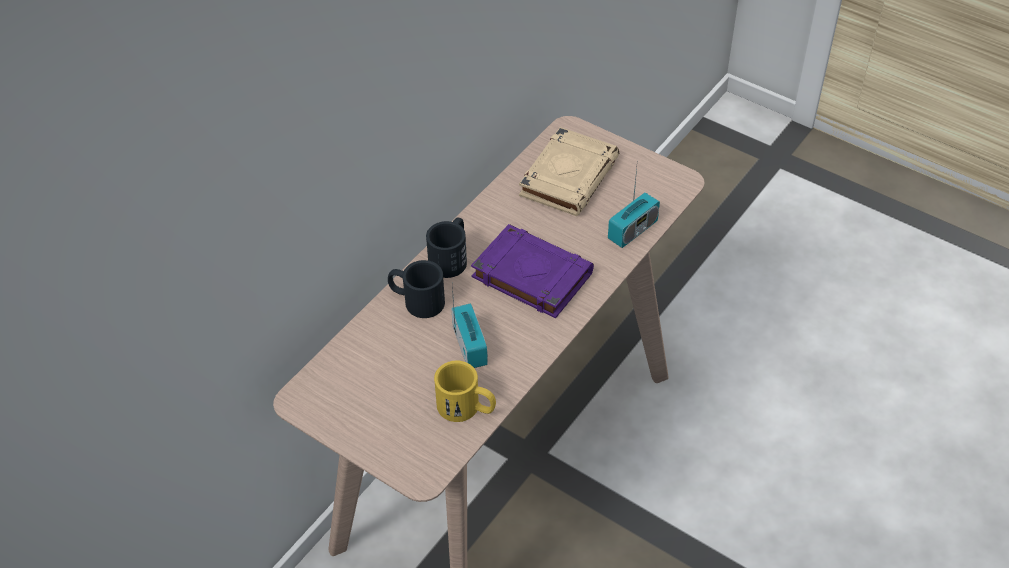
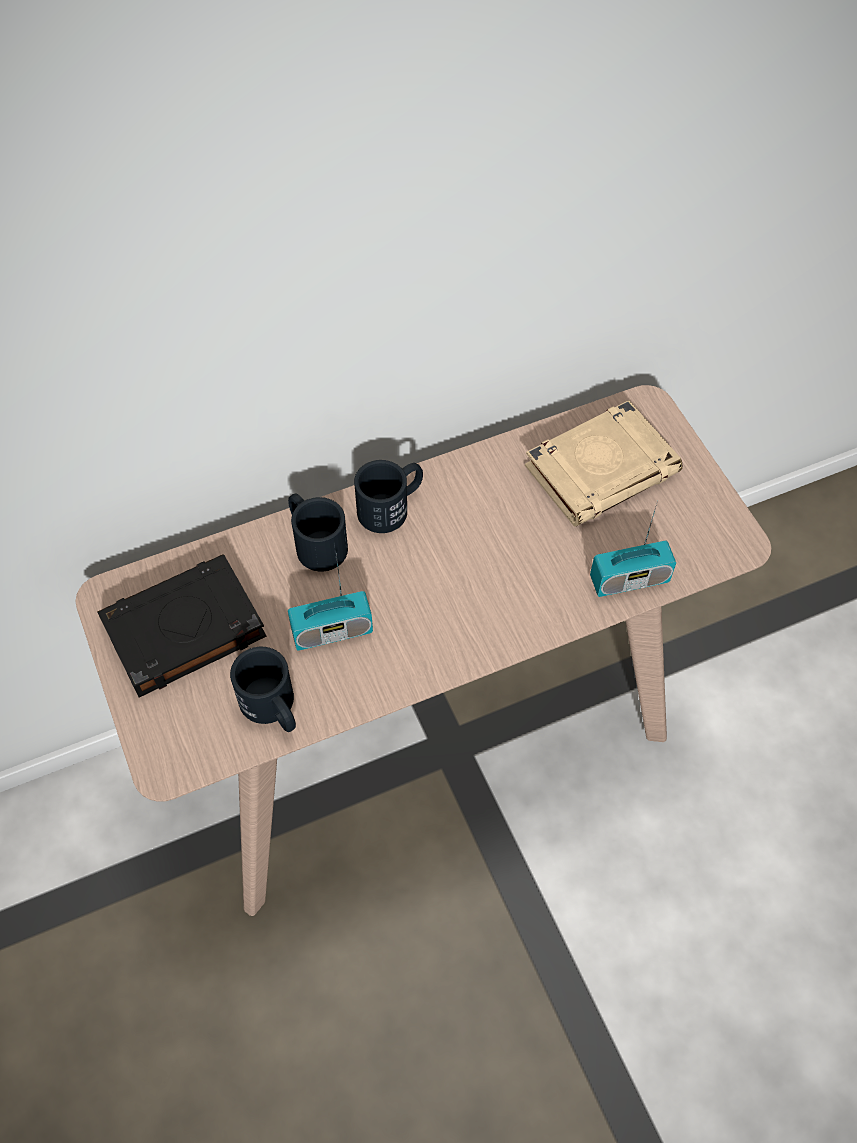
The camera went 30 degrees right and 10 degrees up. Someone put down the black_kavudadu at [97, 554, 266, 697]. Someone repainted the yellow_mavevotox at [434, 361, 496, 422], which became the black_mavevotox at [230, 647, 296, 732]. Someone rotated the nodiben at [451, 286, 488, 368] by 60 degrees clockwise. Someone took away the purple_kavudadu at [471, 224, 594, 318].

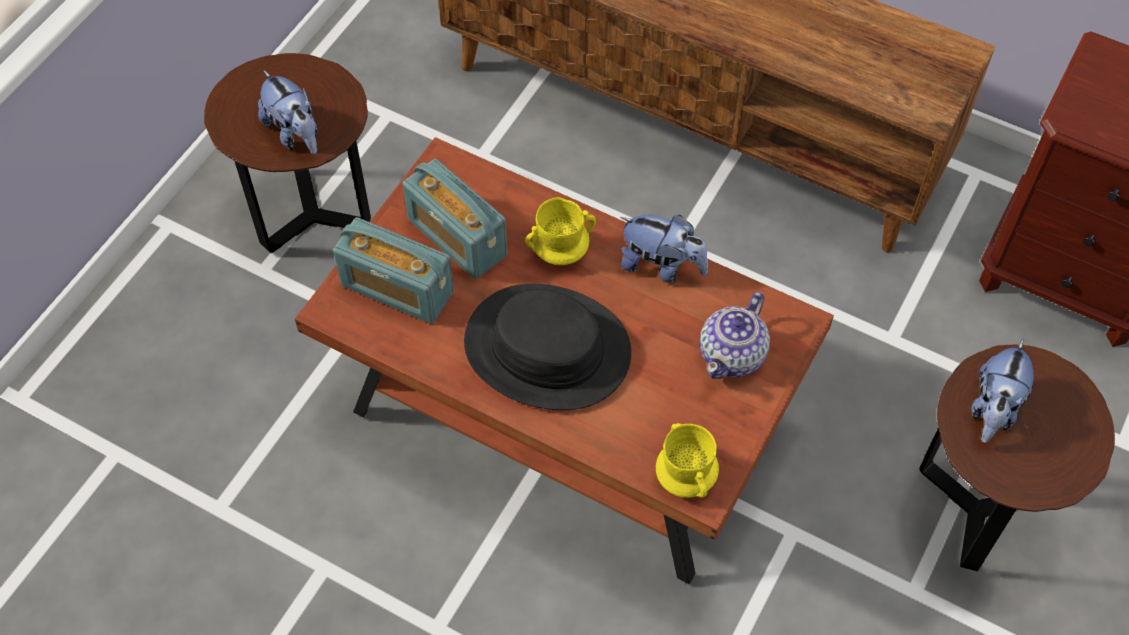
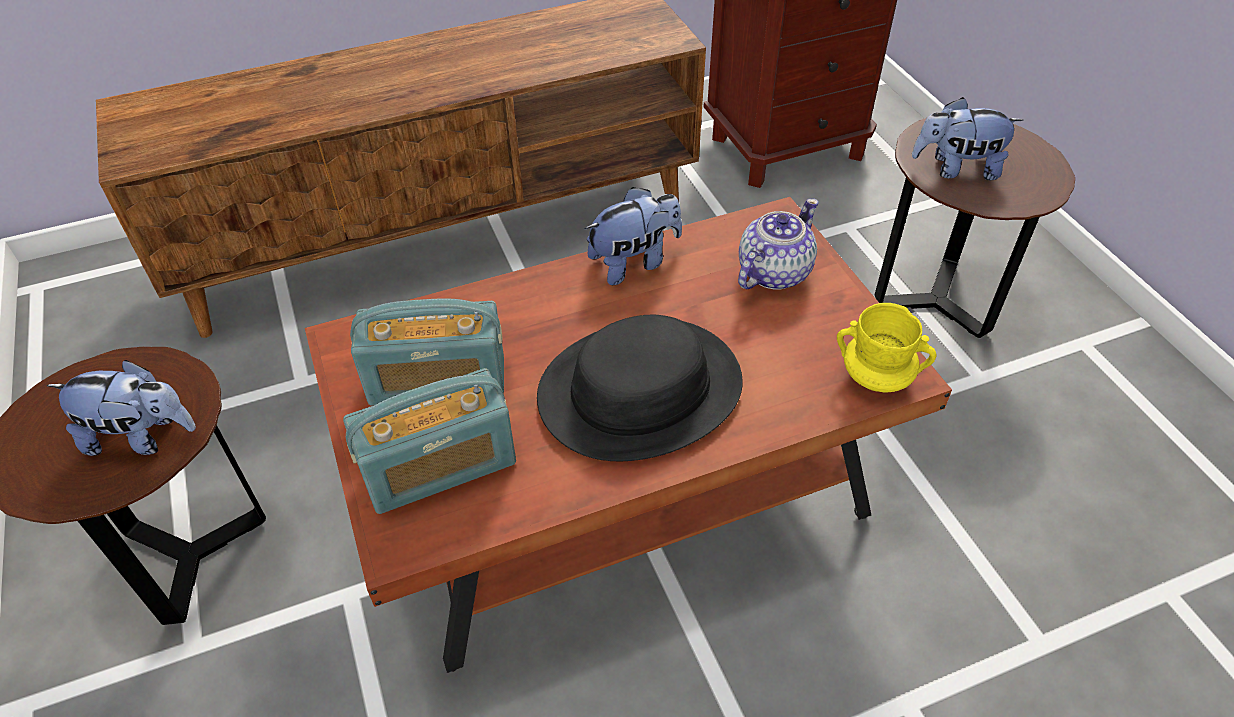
The camera went 50 degrees left and 10 degrees down. Someone rotated the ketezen at [700, 292, 770, 379] by 120 degrees counterclockwise. Someone rotated the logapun at [971, 339, 1034, 443] by 120 degrees clockwise. Someone took away the yellow_mavevotox at [525, 197, 596, 265].

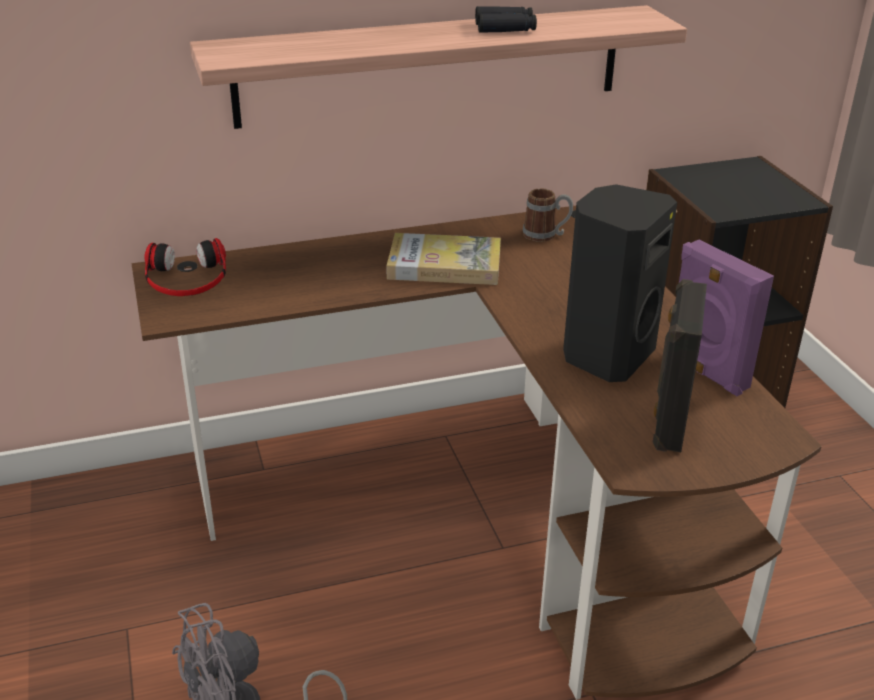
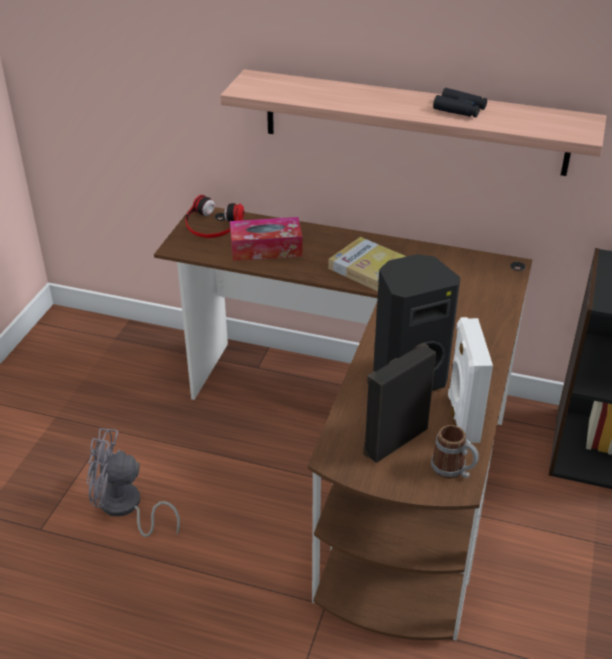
The camera went 35 degrees right and 5 degrees up. Someone put down the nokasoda at [230, 217, 303, 261]. Someone carried the mavevotox from [523, 188, 573, 242] to [431, 425, 479, 479]. Someone repainted the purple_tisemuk at [679, 240, 774, 396], which became the white_tisemuk at [448, 317, 493, 443].

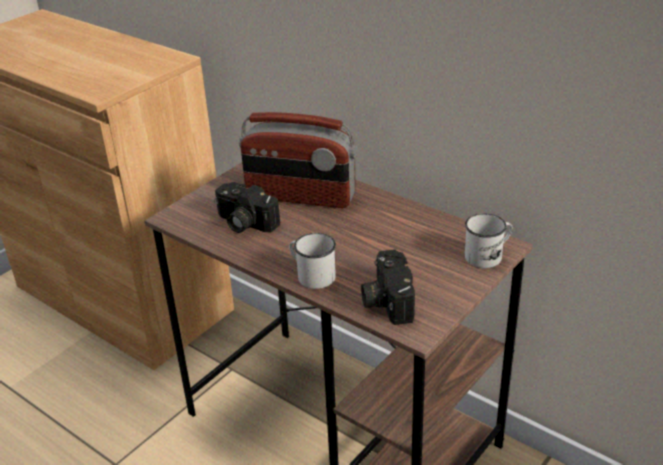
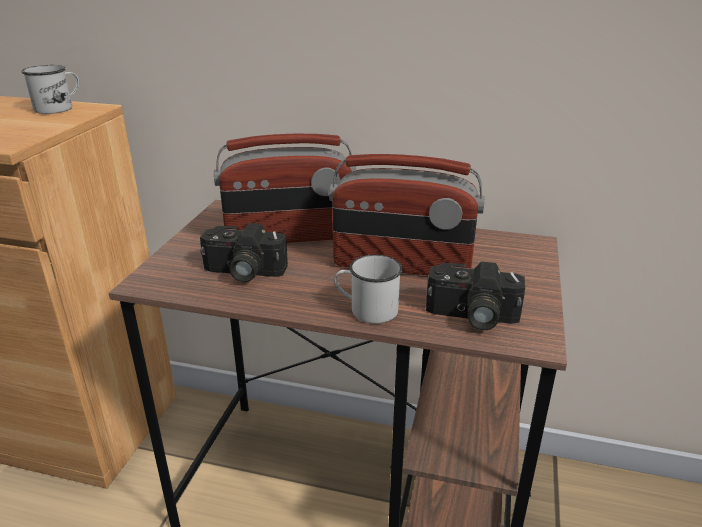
The camera went 25 degrees left and 5 degrees down. Someone carried the white_mavevotox from [465, 213, 513, 268] to [21, 65, 79, 114]. Someone put down the nodiben at [329, 154, 485, 275]. Someone rotated the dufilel at [361, 249, 415, 325] by 45 degrees counterclockwise.

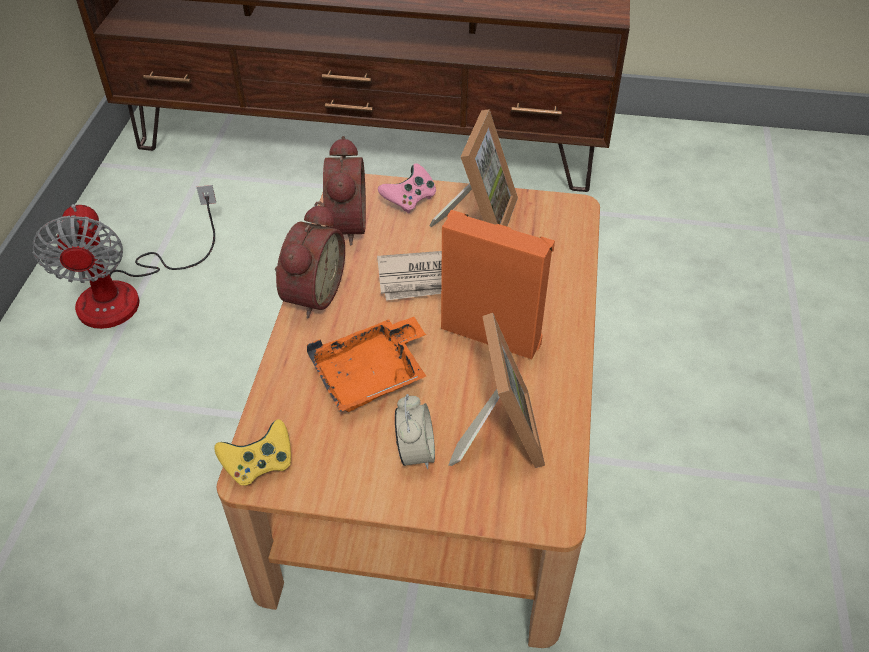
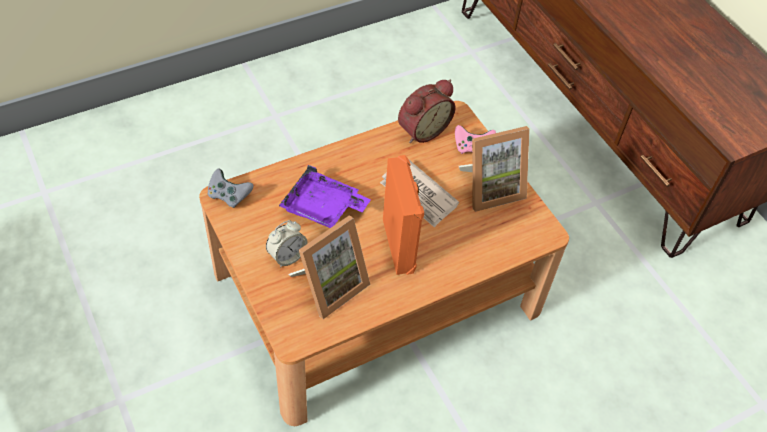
The camera went 50 degrees right and 5 degrees up. Someone repainted the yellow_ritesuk at [214, 419, 291, 486], which became the grey_ritesuk at [208, 169, 254, 208]. Someone repainted the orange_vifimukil at [307, 317, 426, 412], which became the purple_vifimukil at [279, 165, 371, 228]. Someone took away the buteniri at [33, 185, 216, 329]. Someone took away the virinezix at [275, 203, 345, 319].

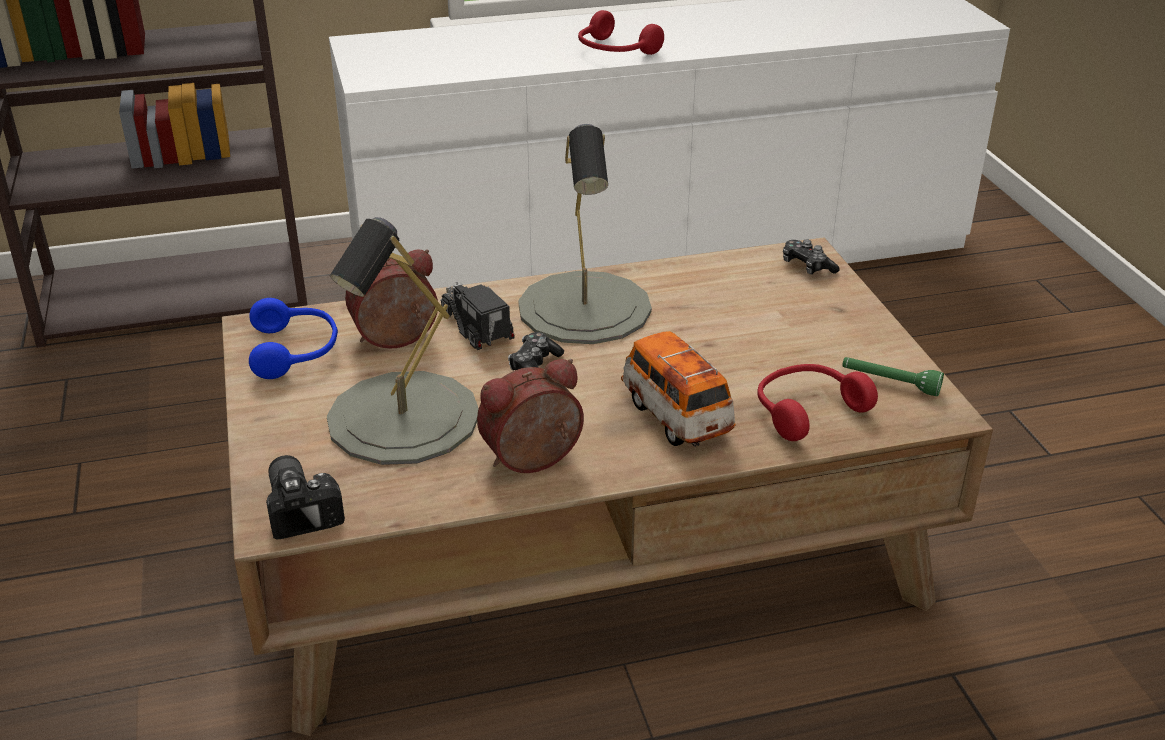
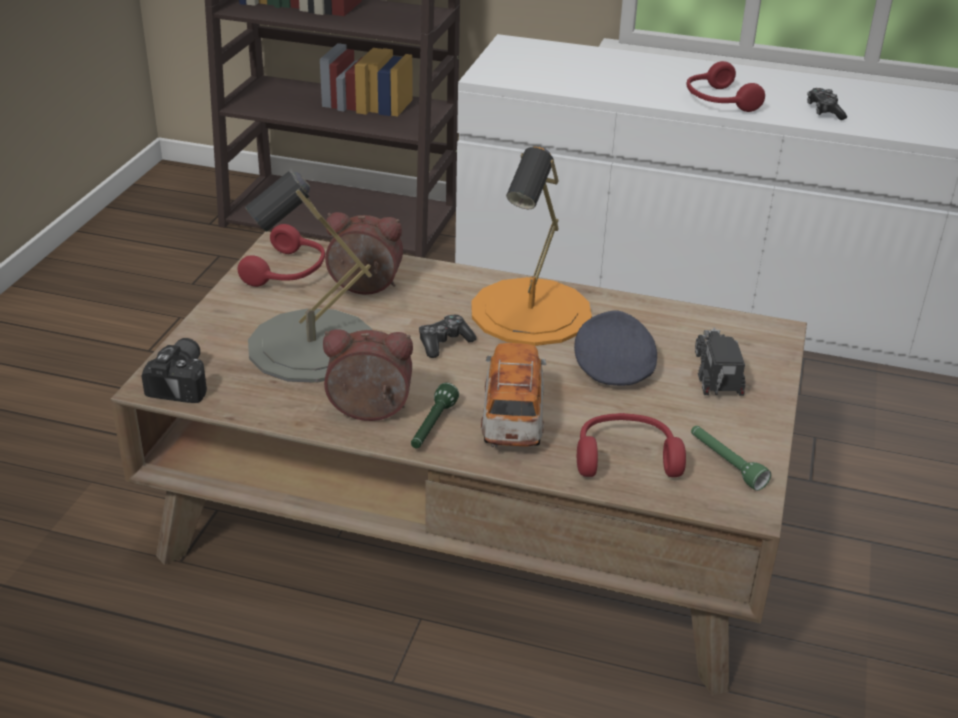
The camera went 30 degrees right and 0 degrees up. Someone repainted the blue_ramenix at [249, 298, 338, 379], which became the red_ramenix at [238, 224, 325, 287]. Someone put down the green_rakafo at [411, 383, 459, 448]. Someone repainted the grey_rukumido at [518, 124, 652, 344], which became the orange_rukumido at [471, 146, 592, 346]. Someone put down the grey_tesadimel at [574, 310, 657, 386]. Someone carried the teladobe from [440, 282, 514, 350] to [695, 328, 746, 396]. Someone carried the ritesuk from [783, 239, 840, 275] to [807, 88, 847, 120].

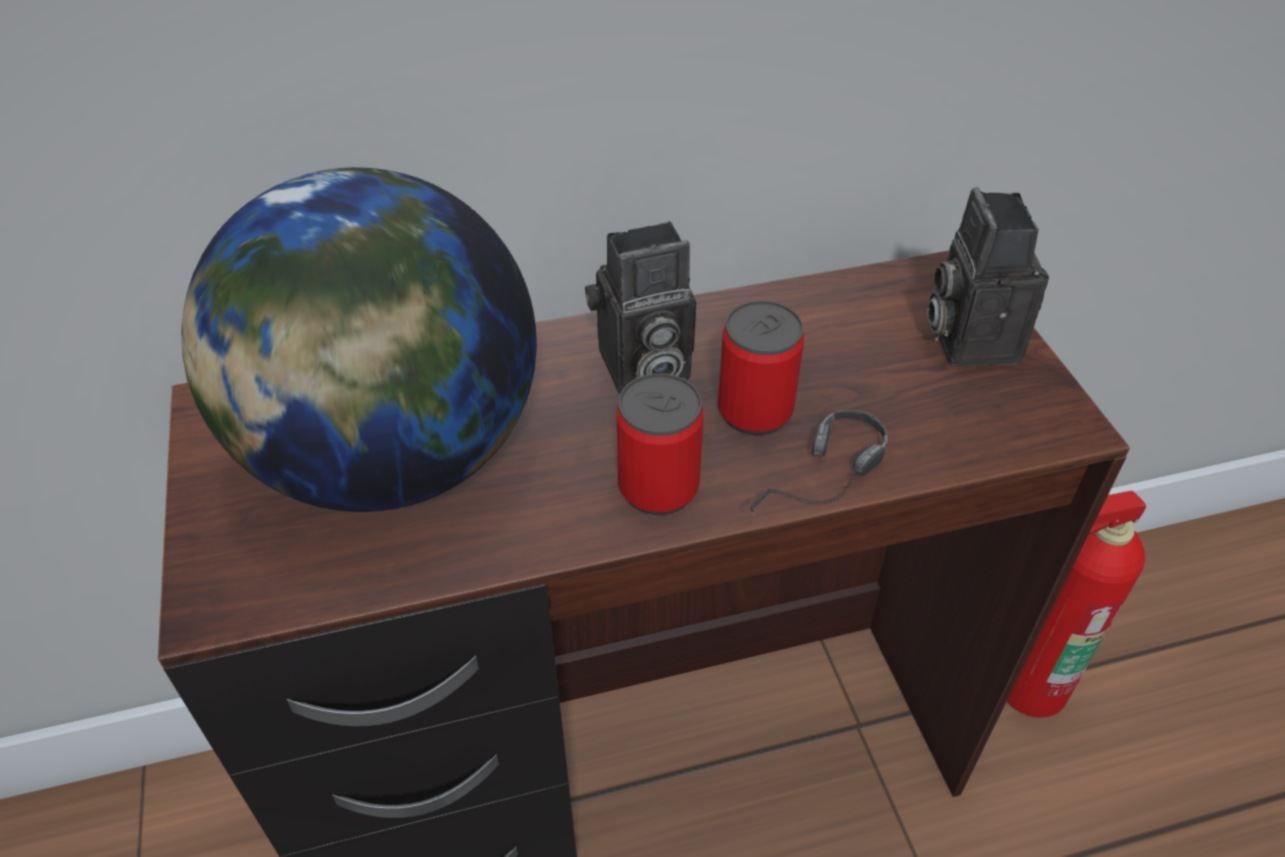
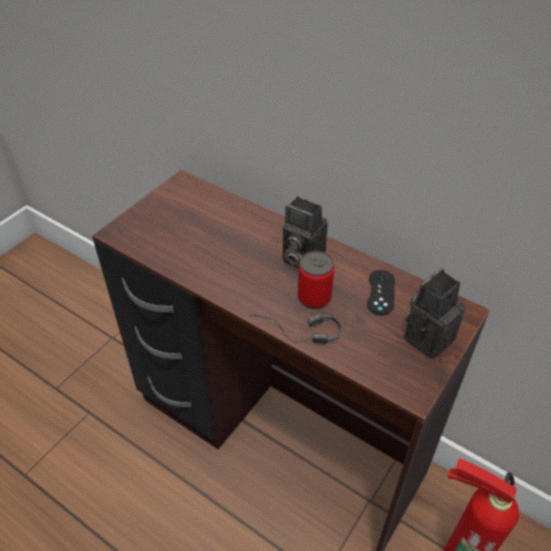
The camera went 50 degrees right and 0 degrees up. Someone put down the black_ritesuk at [367, 270, 395, 315]. Someone took away the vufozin at [181, 167, 537, 512]. Someone took away the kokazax at [616, 373, 704, 515].

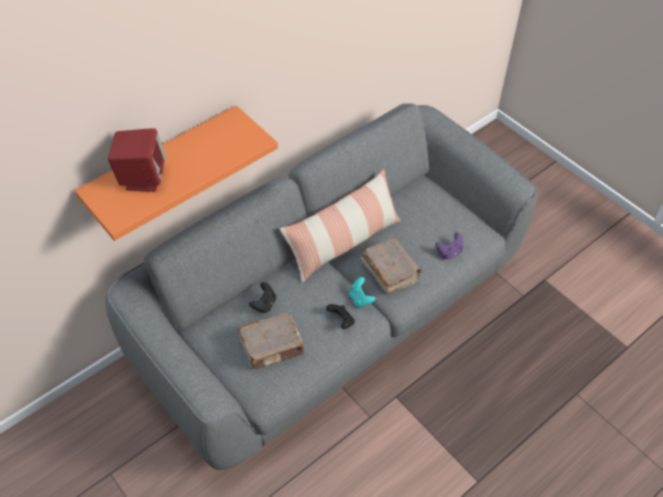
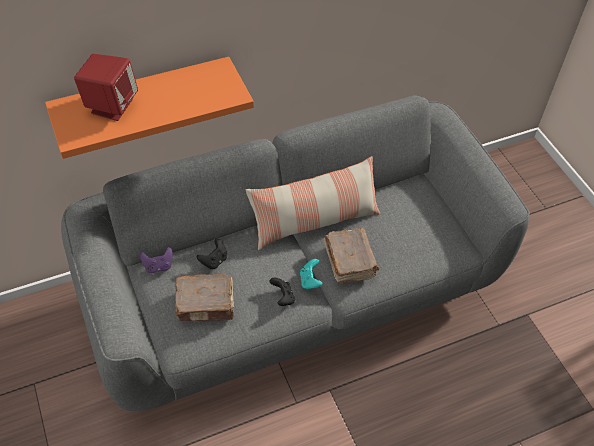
The camera went 15 degrees right and 0 degrees up. Someone carried the purple_ritesuk from [435, 232, 463, 259] to [140, 247, 173, 273].

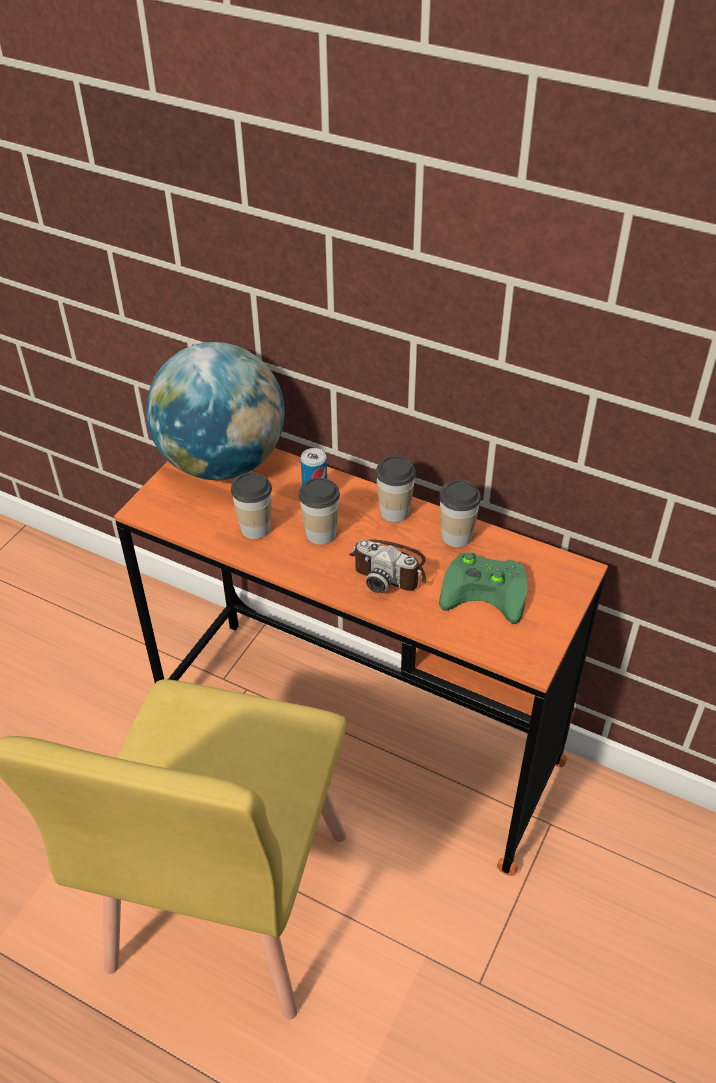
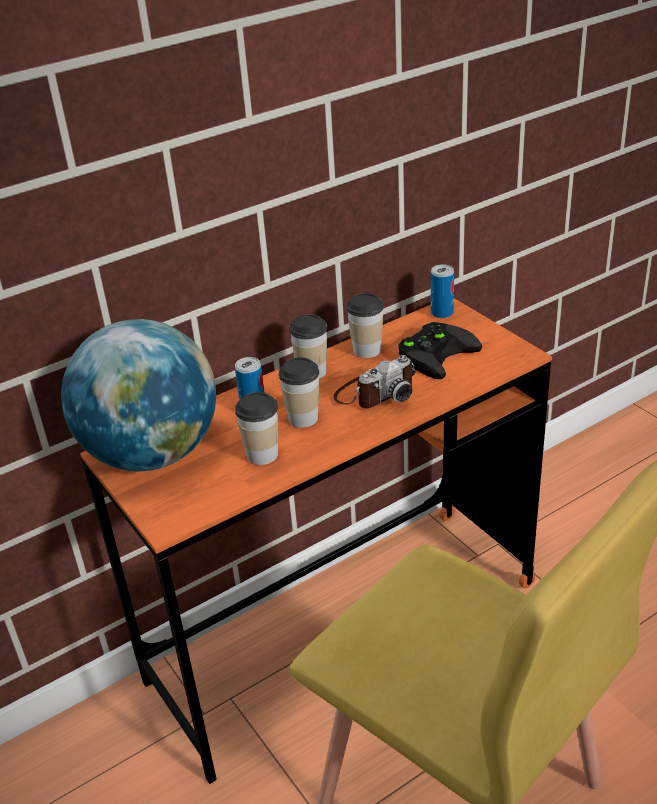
The camera went 60 degrees left and 10 degrees down. Someone repainted the green_ritesuk at [439, 553, 528, 624], which became the black_ritesuk at [398, 322, 482, 379]. Someone put down the kokazax at [431, 264, 454, 318].

